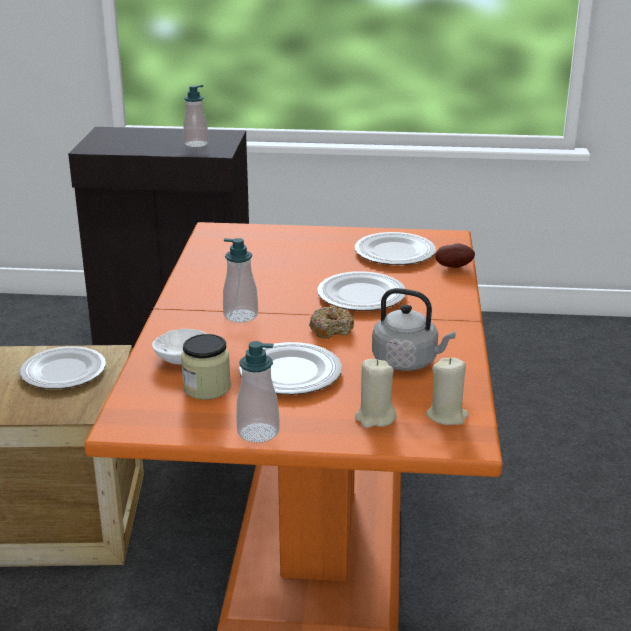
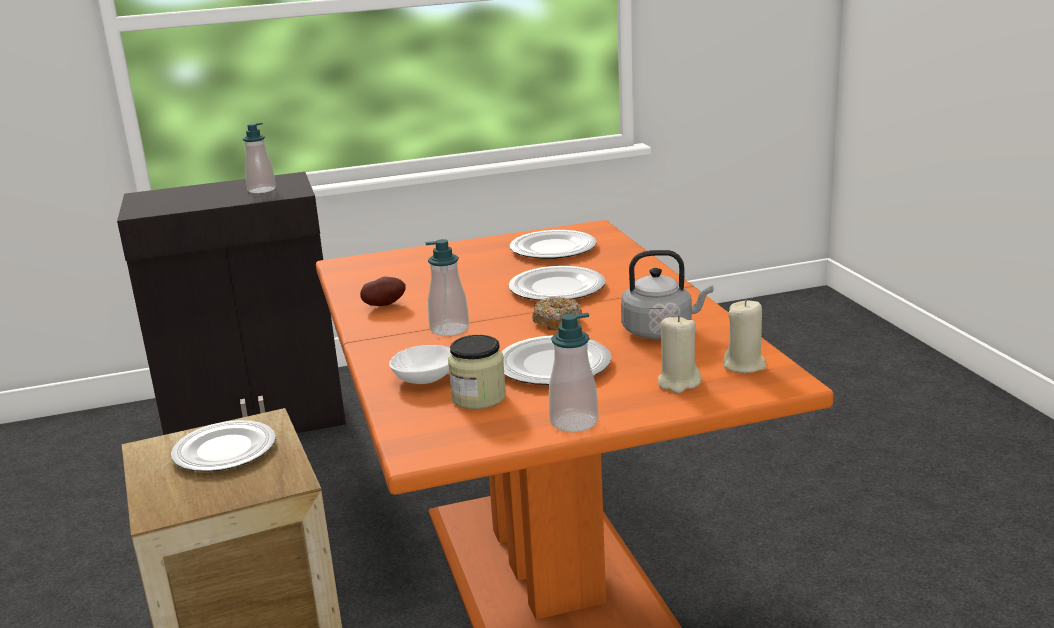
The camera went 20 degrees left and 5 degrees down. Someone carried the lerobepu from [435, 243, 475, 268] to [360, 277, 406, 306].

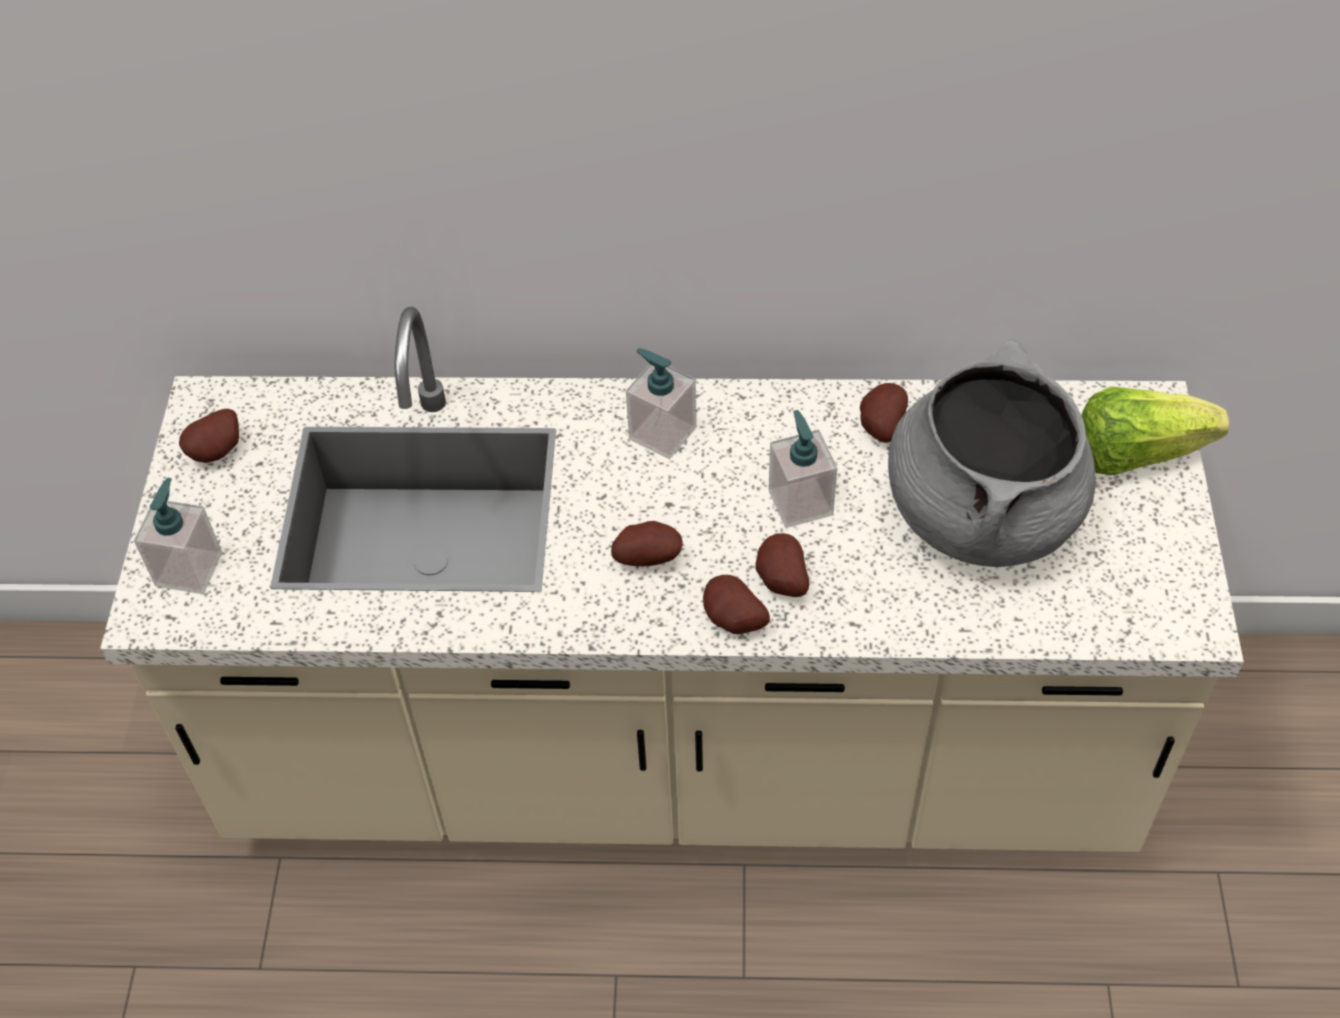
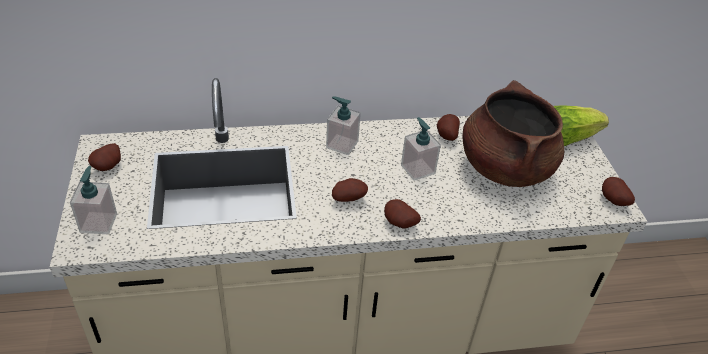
The camera went 15 degrees left and 10 degrees down. Someone repainted the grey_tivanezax at [888, 339, 1096, 567], which became the brown_tivanezax at [462, 80, 564, 187]. Someone carried the lerobepu from [755, 533, 810, 597] to [602, 177, 635, 206].

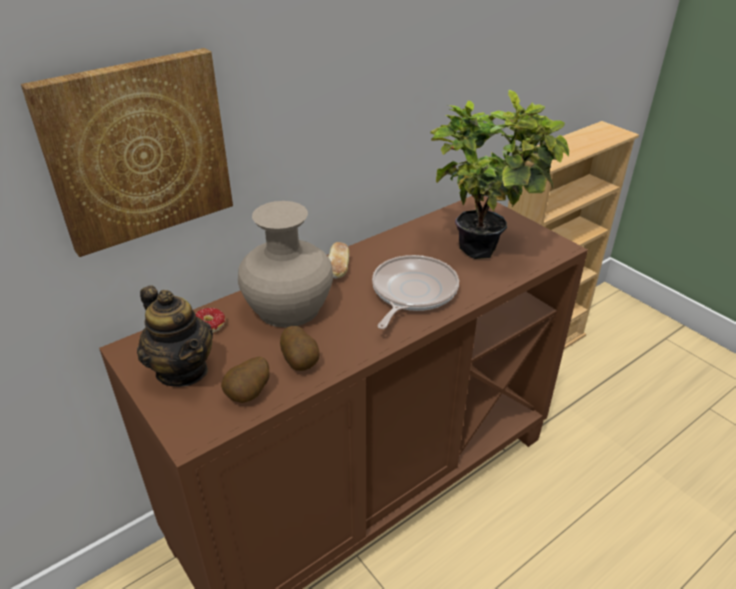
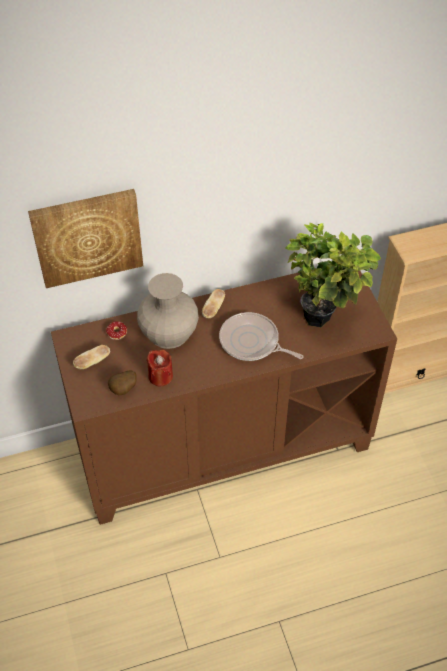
The camera went 20 degrees right and 15 degrees up. Someone swapped the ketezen at [137, 286, 213, 387] for the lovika at [73, 345, 110, 369]. Someone swapped the lerobepu at [280, 326, 320, 371] for the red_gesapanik at [147, 350, 173, 386]. Someone rotated the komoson at [372, 255, 459, 329] by 105 degrees counterclockwise.

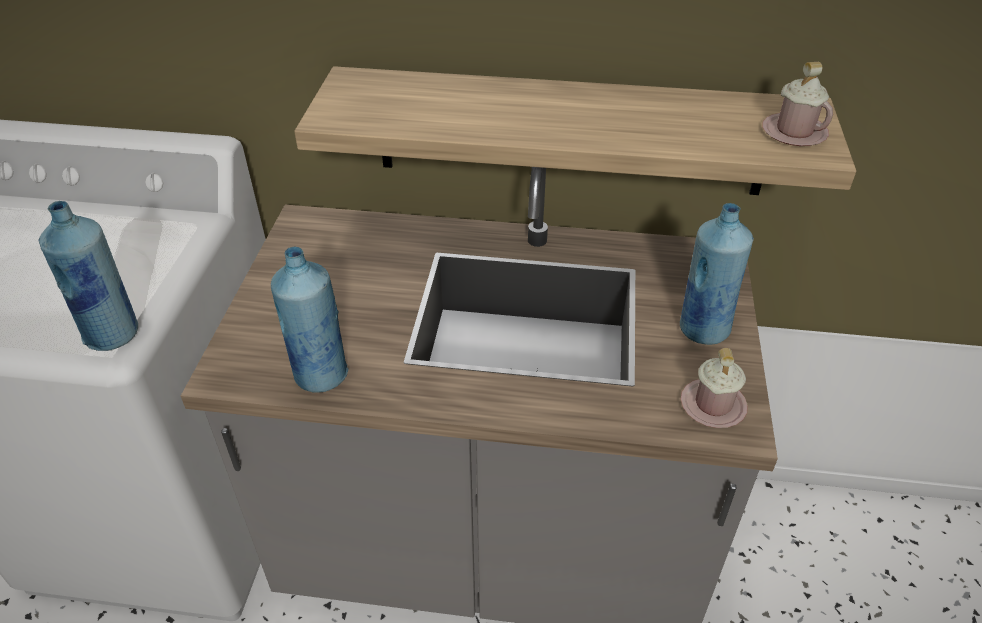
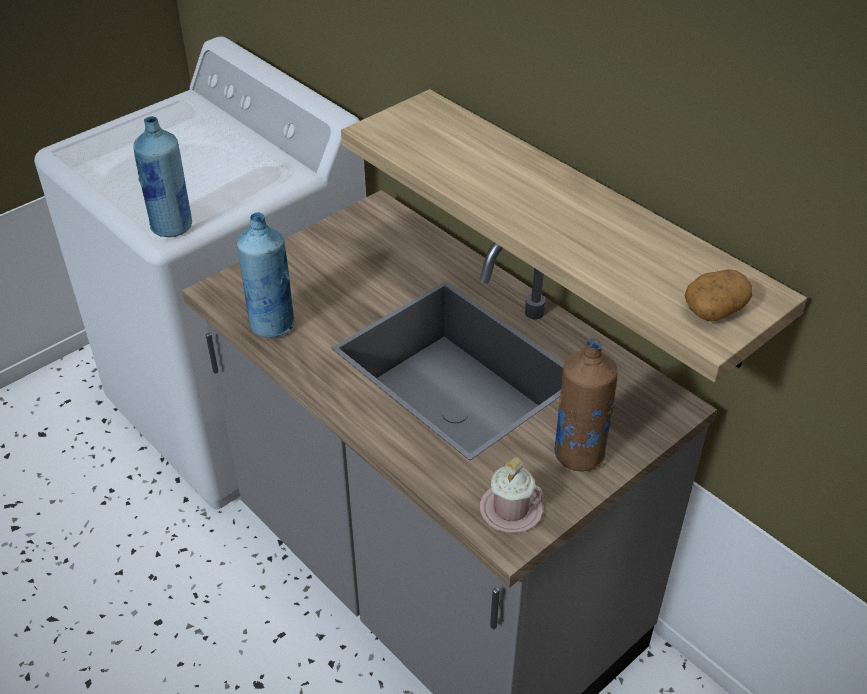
The camera went 40 degrees right and 0 degrees up. Someone repainted the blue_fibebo at [680, 203, 754, 345], which became the brown_fibebo at [554, 338, 618, 471]. Someone swapped the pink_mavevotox at [762, 62, 833, 146] for the lerobepu at [685, 269, 752, 321].

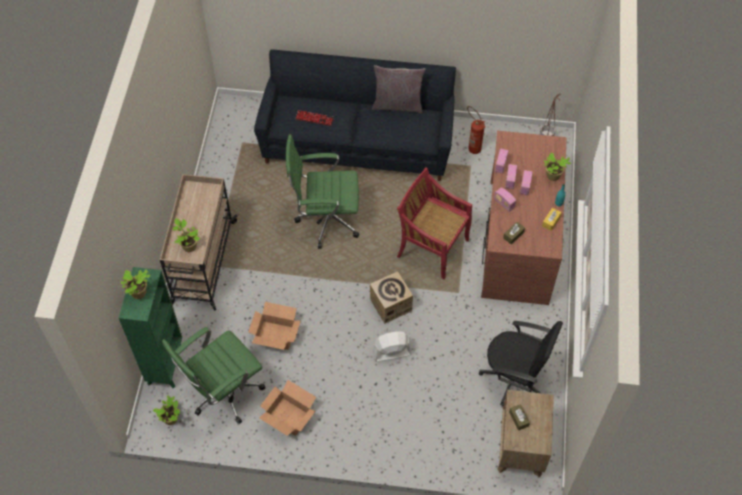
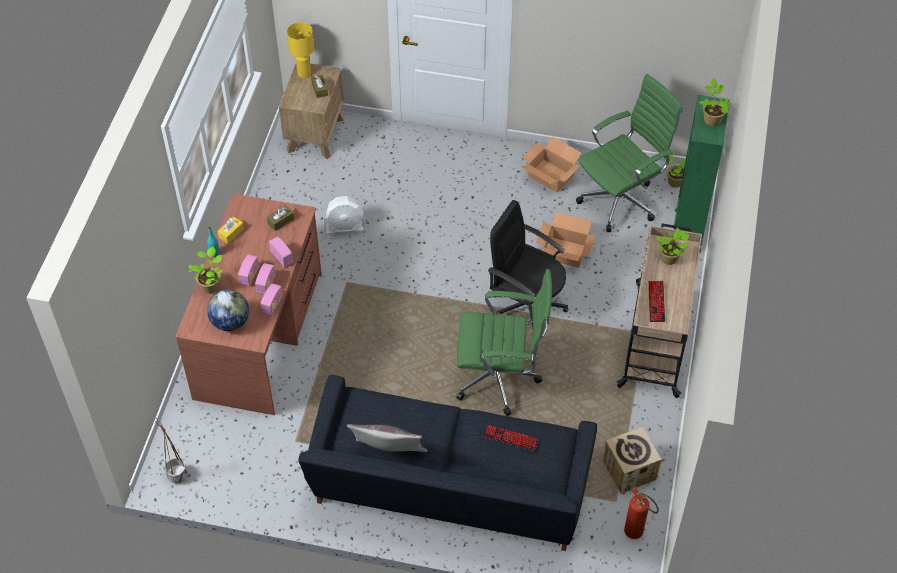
The camera went 175 degrees left and 5 degrees down. Someone put down the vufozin at [207, 289, 249, 331]. Someone put down the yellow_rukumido at [287, 22, 314, 78]. Someone carried the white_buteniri from [373, 332, 412, 362] to [323, 196, 366, 234]. Someone carried the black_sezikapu from [479, 321, 563, 406] to [488, 200, 568, 337]. Someone carried the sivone from [370, 271, 413, 324] to [602, 427, 662, 494]. Someone carried the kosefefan from [467, 106, 486, 154] to [624, 487, 659, 539]. Someone put down the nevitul at [649, 281, 665, 322]. Someone took away the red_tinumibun at [397, 167, 472, 279].

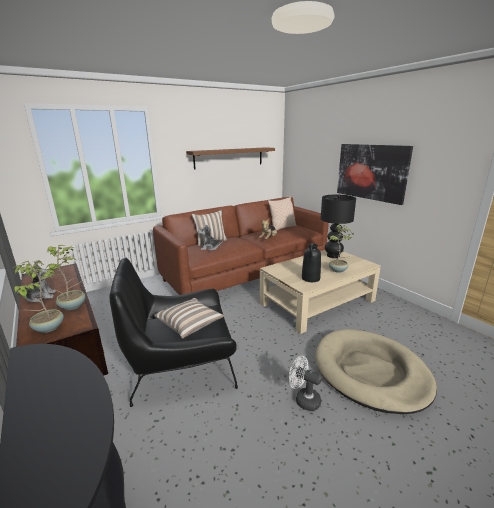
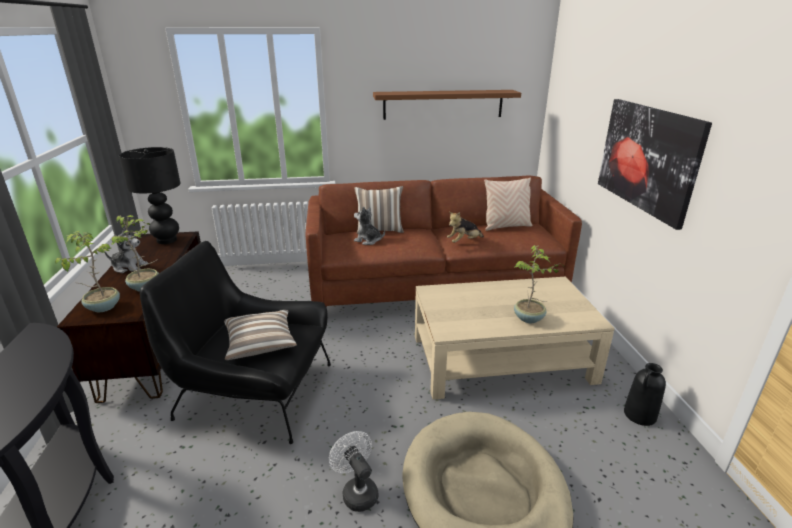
The camera went 25 degrees right and 5 degrees up. Someone carried the black_rukumido from [320, 194, 356, 258] to [119, 147, 180, 244]. Someone carried the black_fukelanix from [302, 243, 321, 282] to [624, 363, 666, 426].

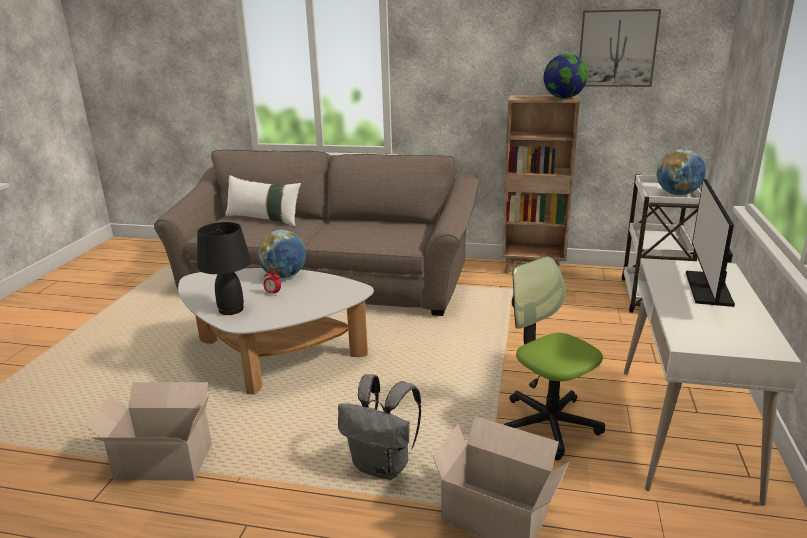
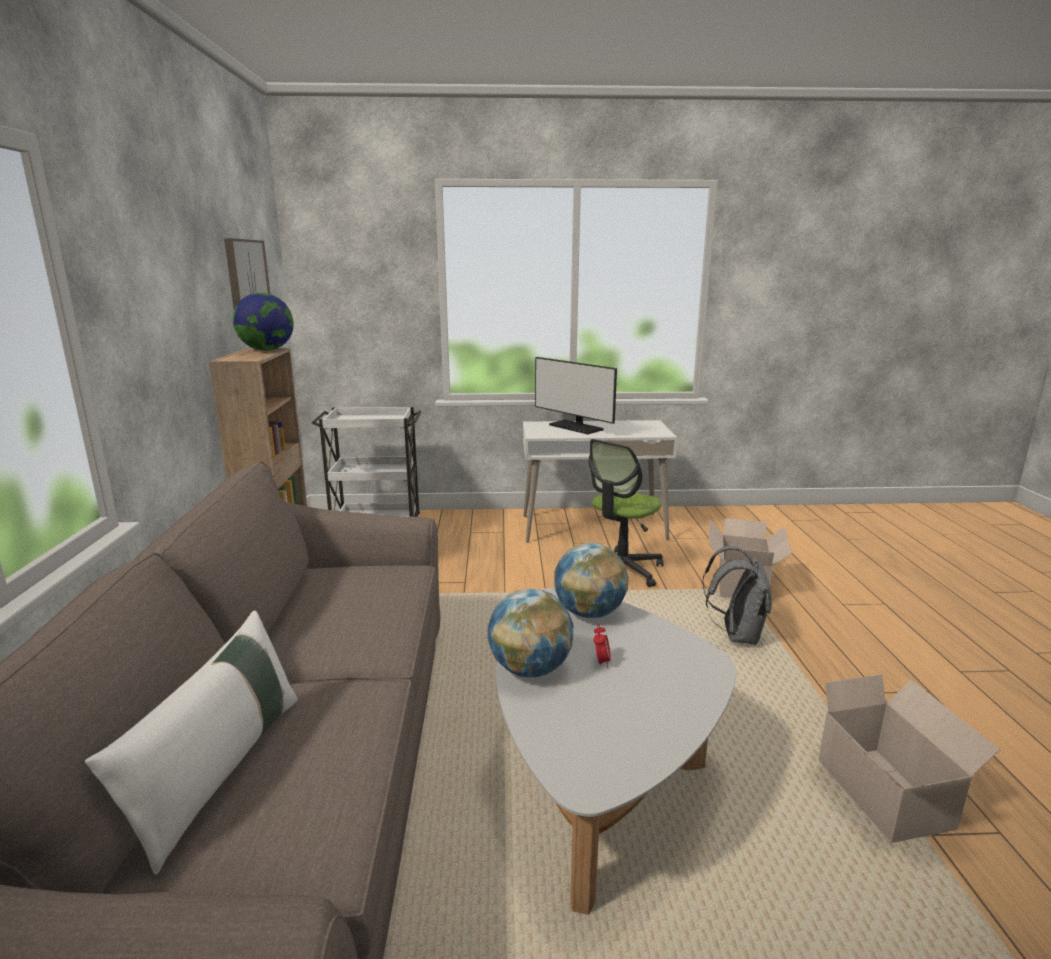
The camera went 105 degrees left and 5 degrees down. Someone rotated the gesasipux at [686, 178, 735, 307] by 45 degrees clockwise. Someone carried the vufozin from [656, 149, 706, 195] to [554, 543, 629, 618]. Someone took away the black_rukumido at [197, 222, 251, 315].

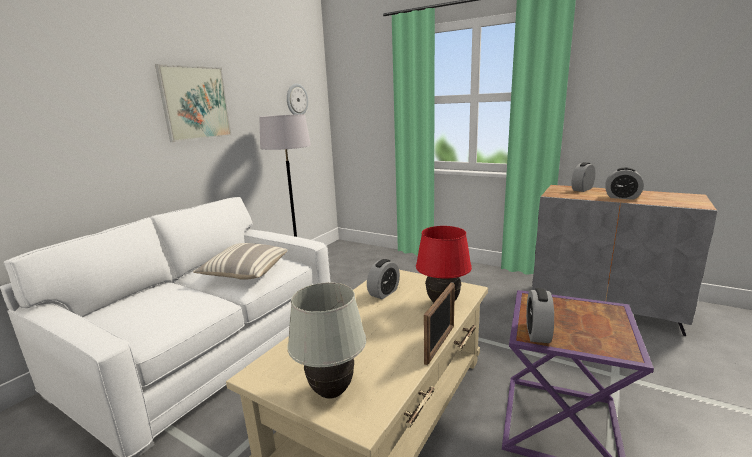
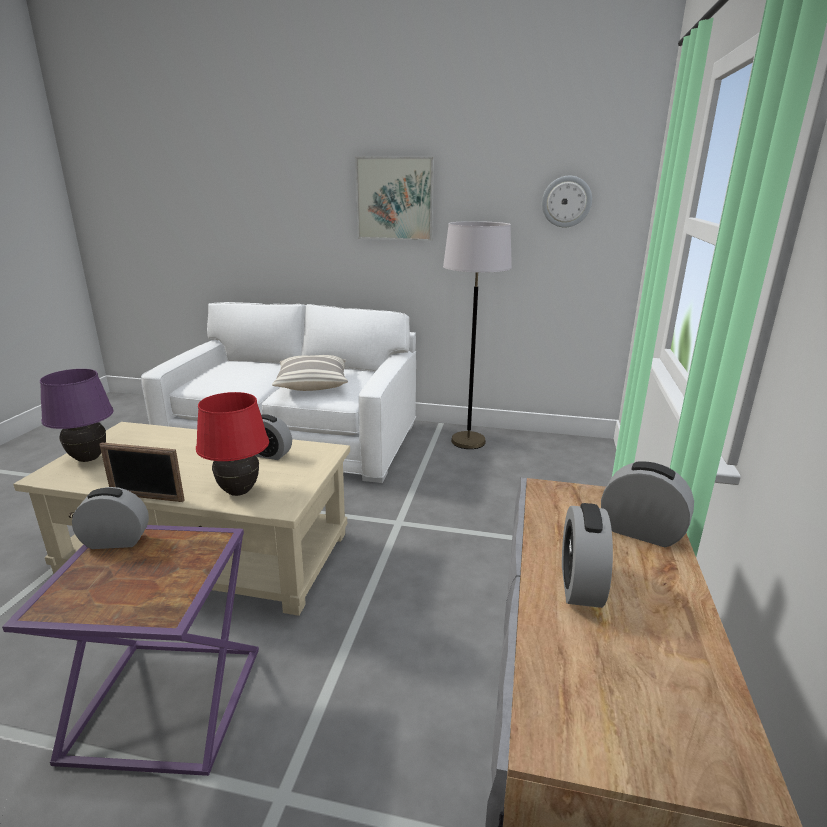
The camera went 70 degrees right and 5 degrees up. Someone repainted the white_rukumido at [287, 282, 366, 399], which became the purple_rukumido at [40, 369, 114, 462].

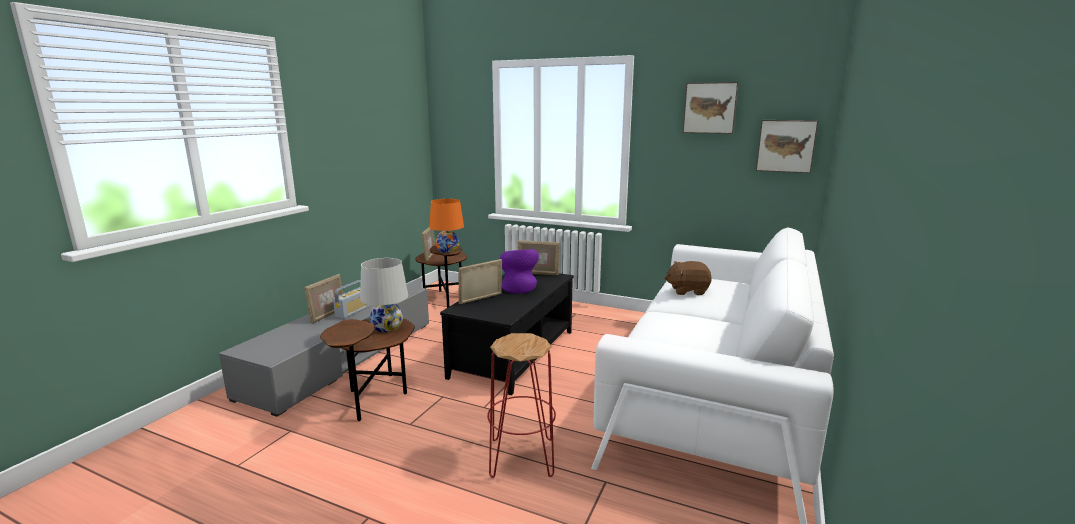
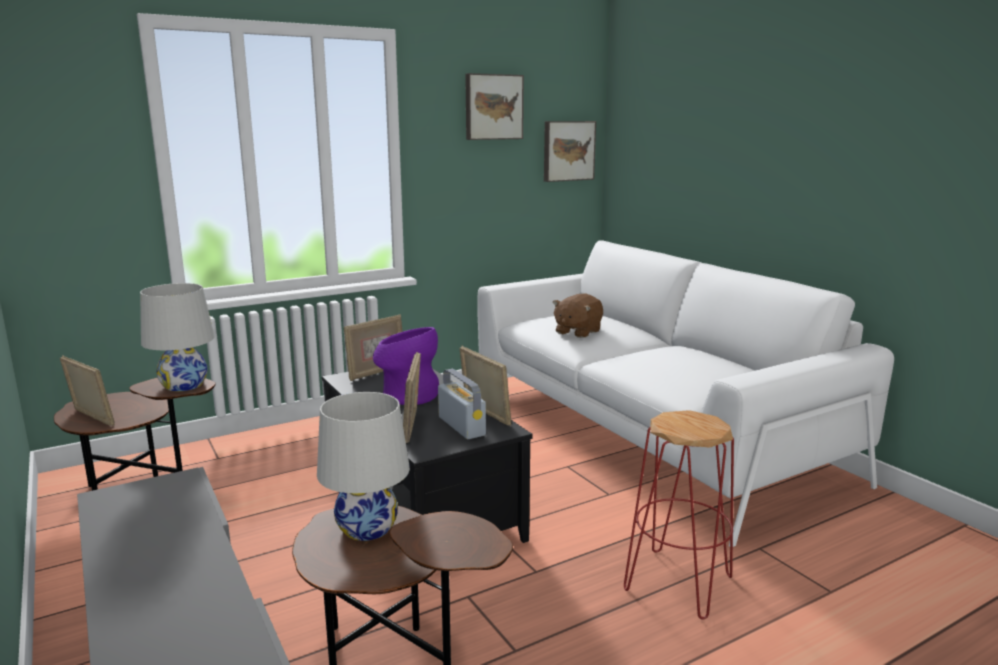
The camera went 55 degrees left and 0 degrees up. Someone repainted the orange_rukumido at [429, 199, 464, 253], which became the white_rukumido at [140, 283, 215, 391]. Someone carried the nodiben from [333, 280, 370, 319] to [438, 369, 486, 439]. Someone carried the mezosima from [304, 274, 343, 324] to [460, 346, 511, 426].

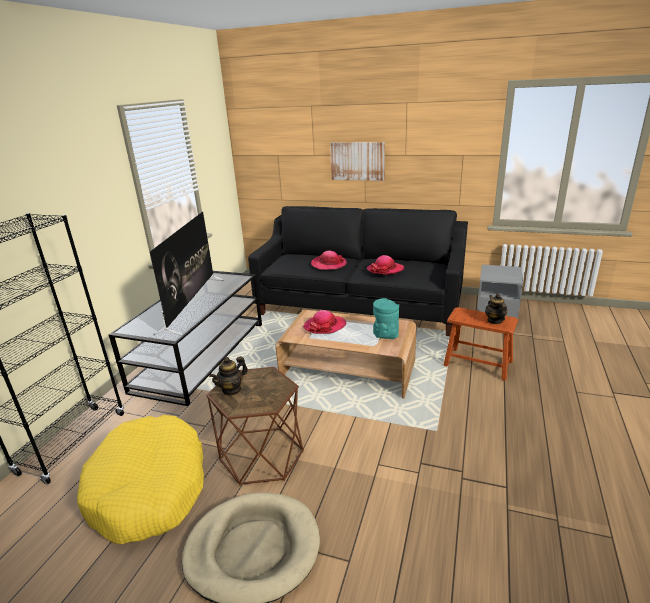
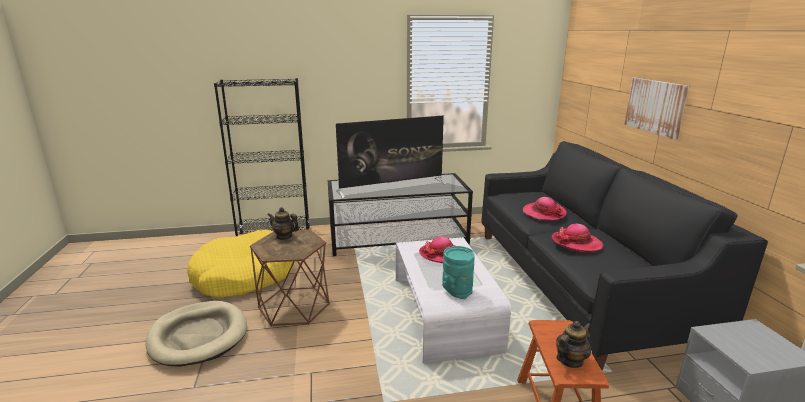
The camera went 60 degrees right and 5 degrees down. Someone repainted the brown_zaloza at [275, 310, 417, 399], which became the white_zaloza at [396, 237, 511, 363].

